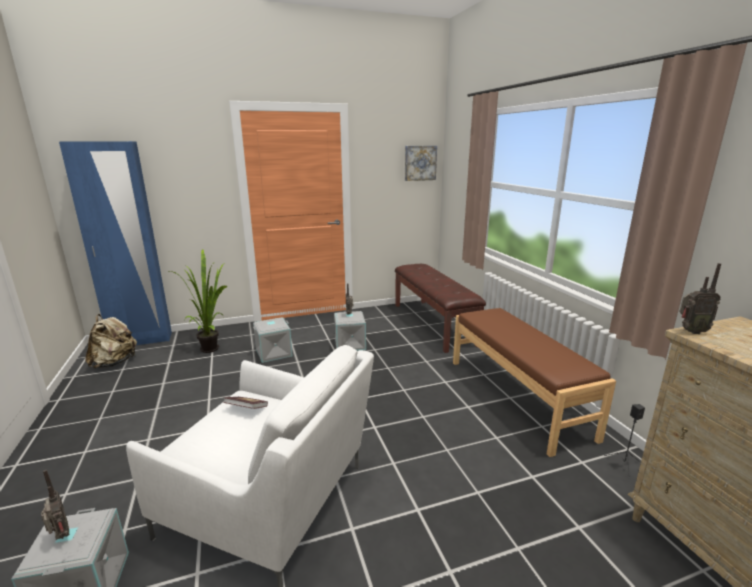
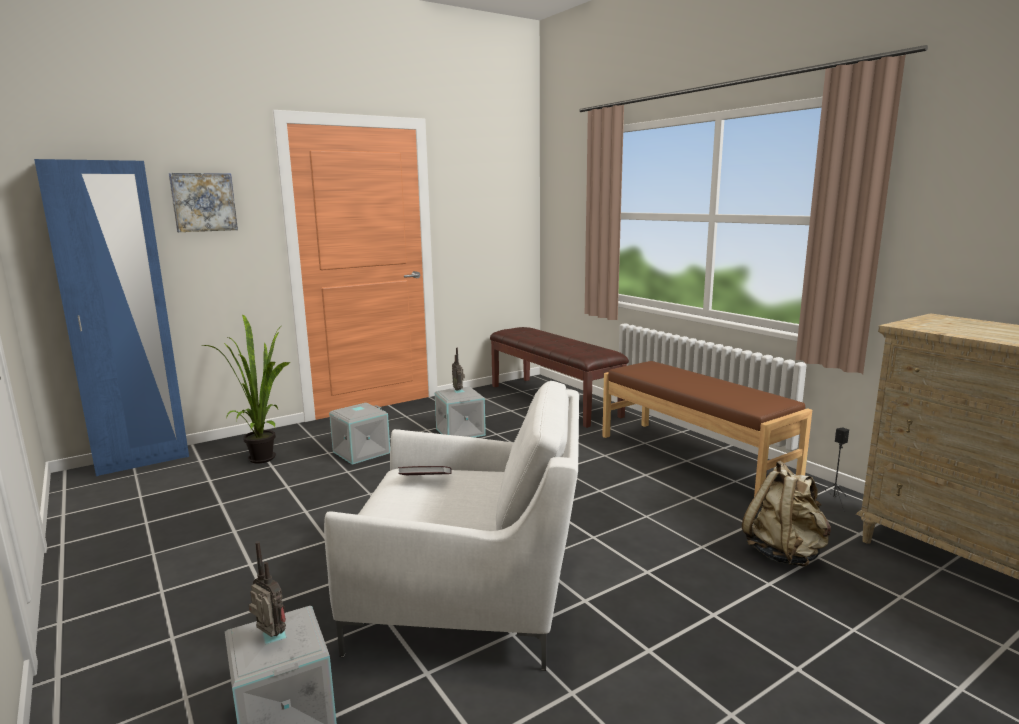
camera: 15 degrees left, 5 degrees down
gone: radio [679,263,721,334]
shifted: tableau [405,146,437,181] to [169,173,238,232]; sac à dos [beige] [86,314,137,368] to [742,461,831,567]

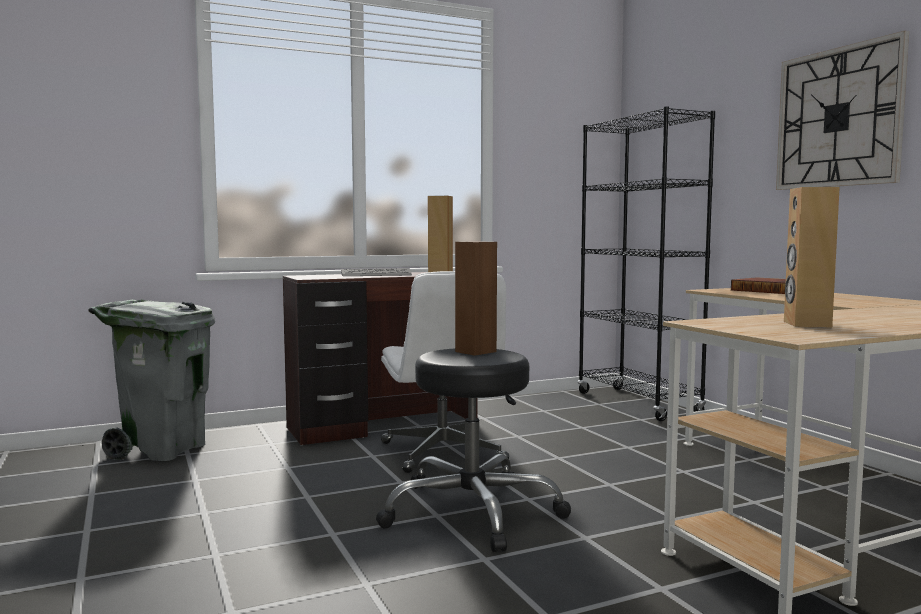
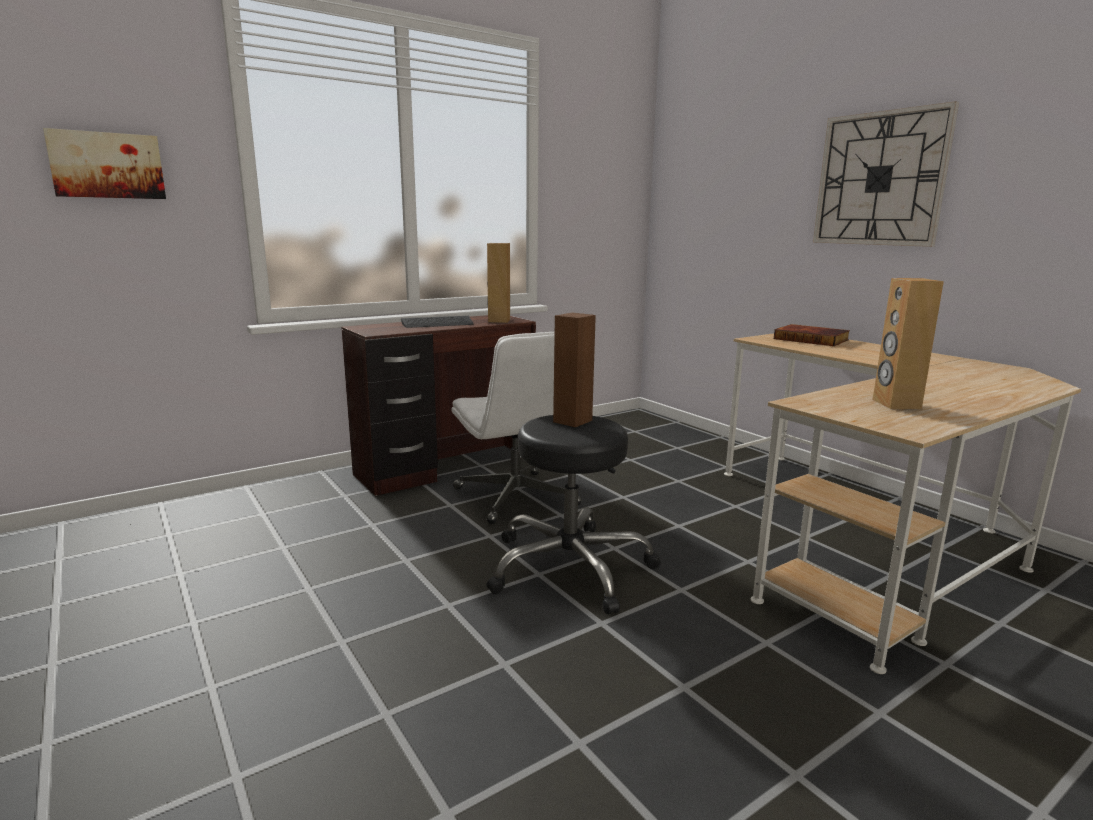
camera: 10 degrees left, 10 degrees up
gone: poubelle [gris] [88,299,215,461]; bibliothèque [noir] [578,106,715,421]
new: tableau [43,128,166,199]

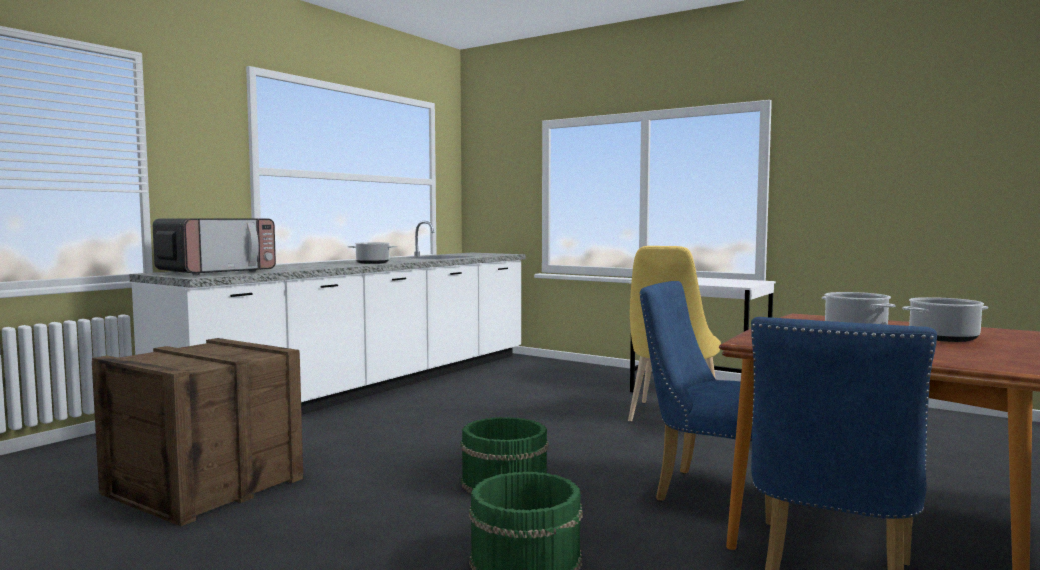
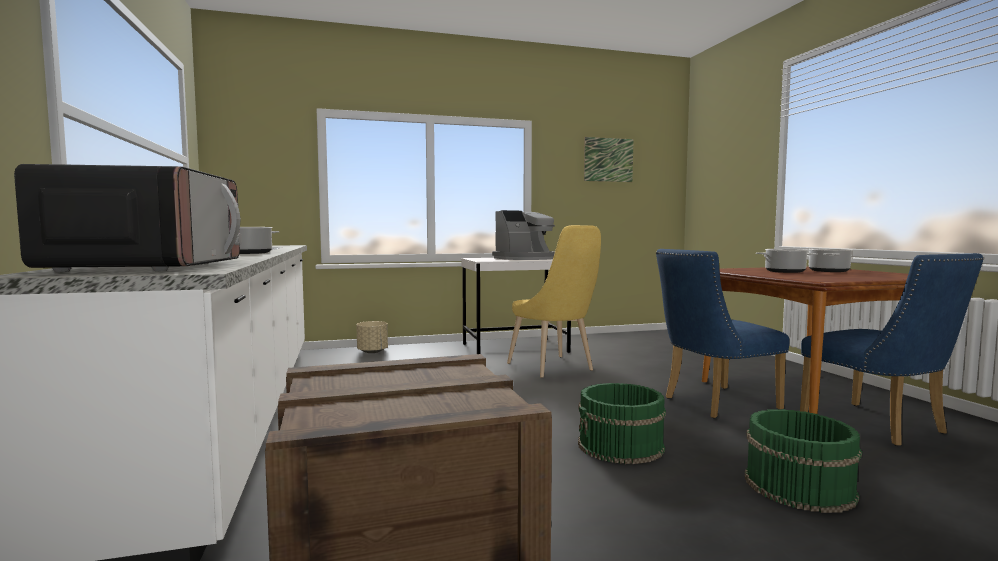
camera: 50 degrees left, 0 degrees up
new: cache-pot [beige] [356,321,388,353]; machine à café [492,210,555,260]; tableau [584,137,634,182]

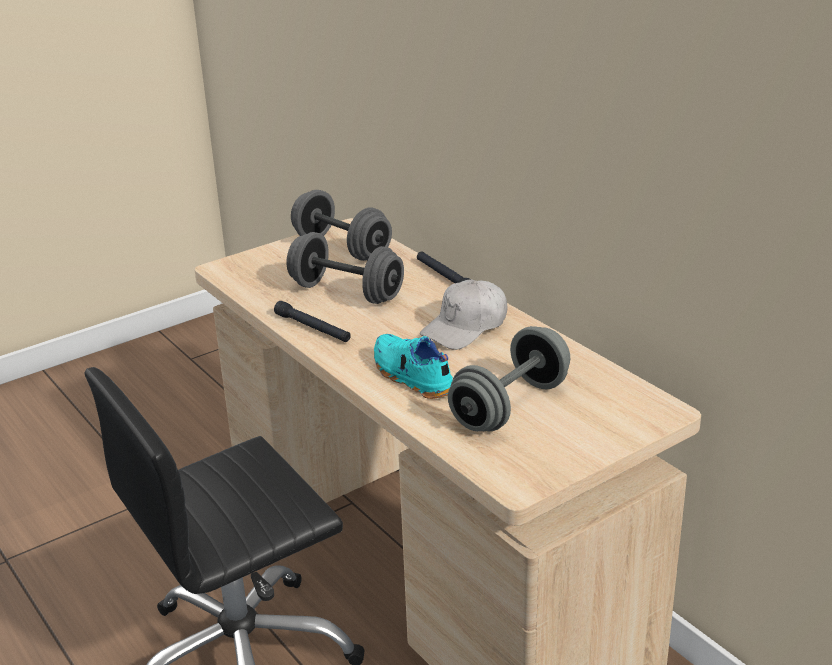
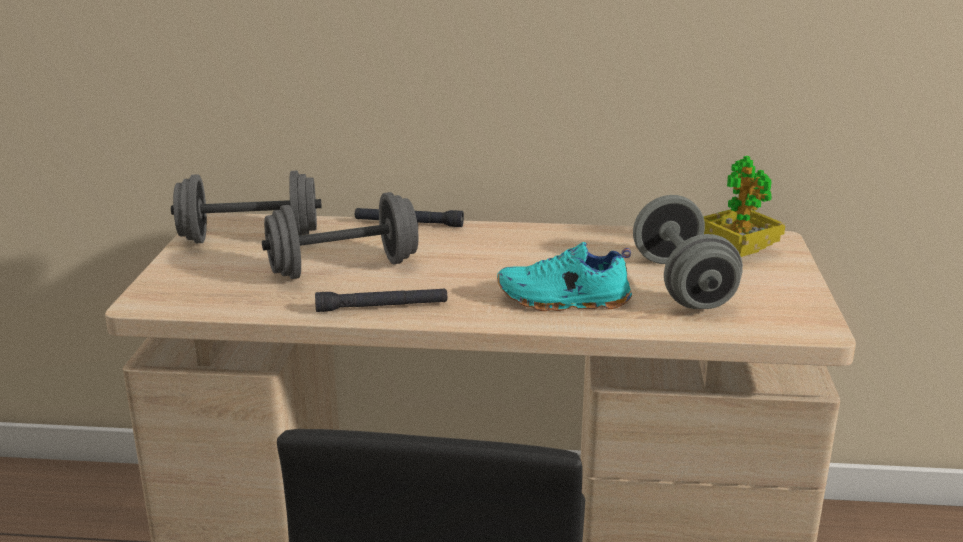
camera: 50 degrees left, 5 degrees down
gone: casquette [blanc] [420,280,507,350]
new: plante en pot [703,156,785,257]

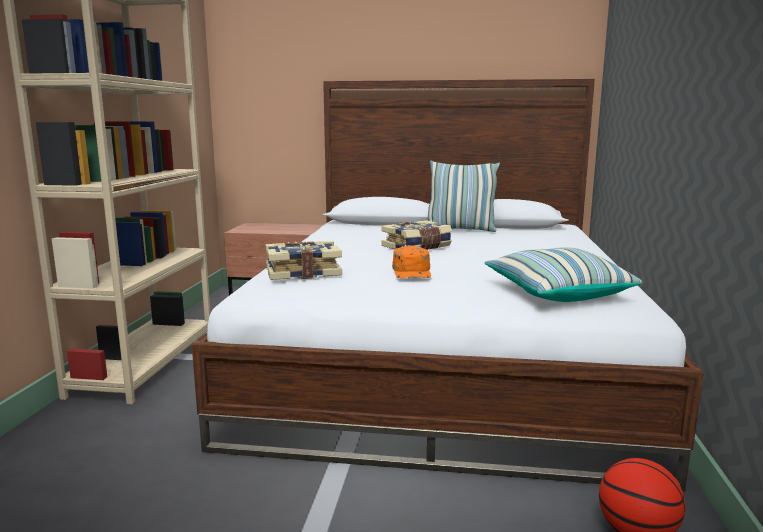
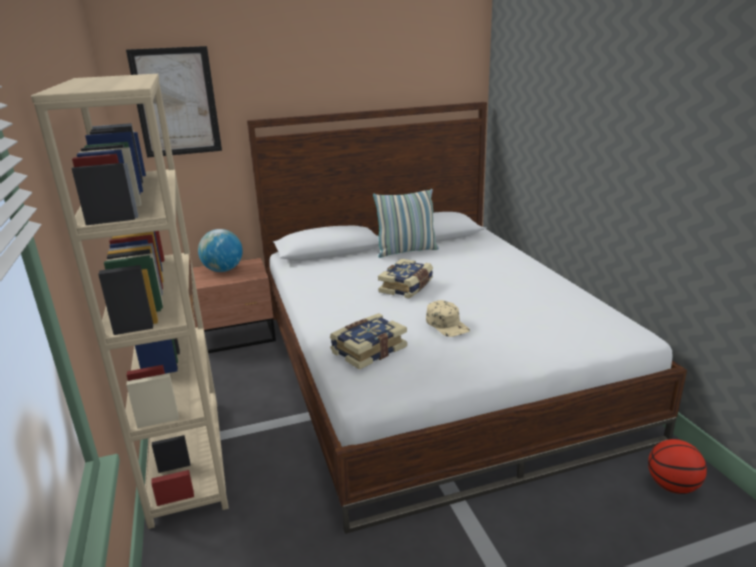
camera: 25 degrees left, 10 degrees up
gone: coussin [485,247,642,302]
new: tableau [126,46,222,158]; globe [198,229,243,272]
repainted: casquette [orange] [392,245,431,278] to casquette [beige] [426,300,470,337]

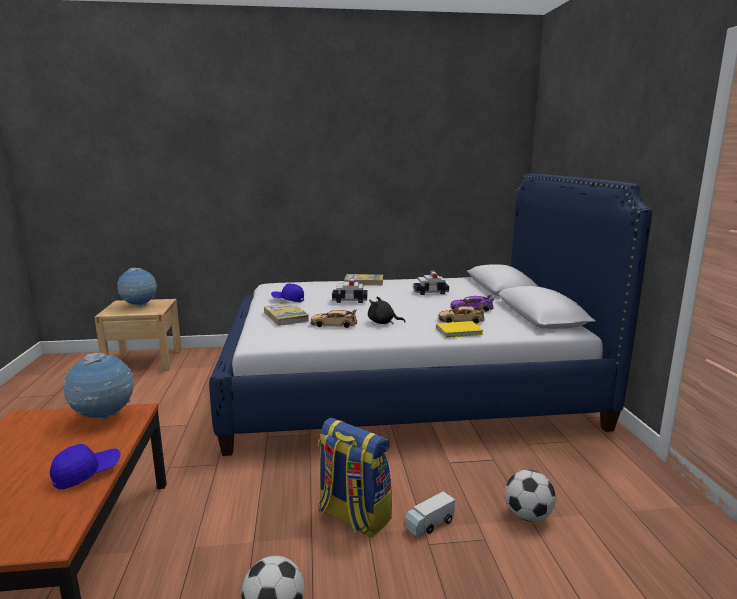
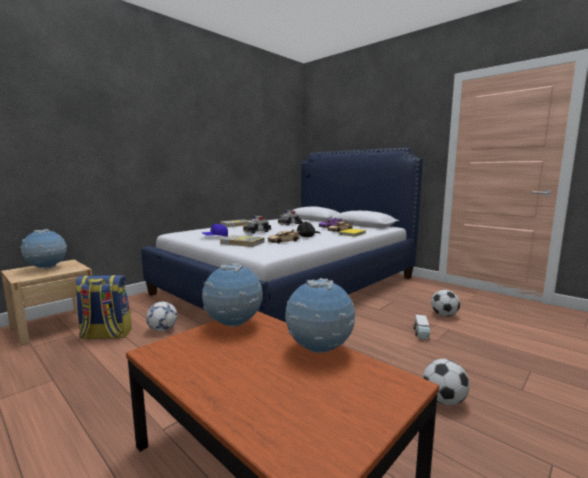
camera: 40 degrees left, 5 degrees down
new: ballon de foot [146,302,177,332]
shifted: sac à dos [319,418,392,538] to [75,275,132,339]
swapped: casquette [bleu] [50,444,120,489] to globe [285,278,355,353]

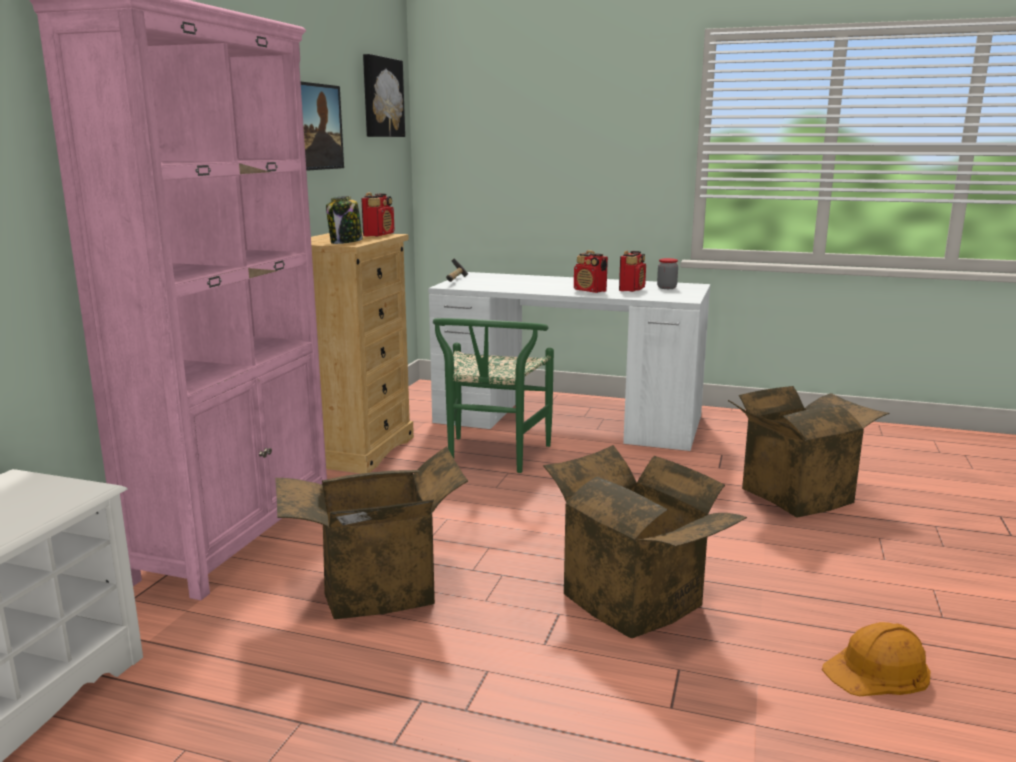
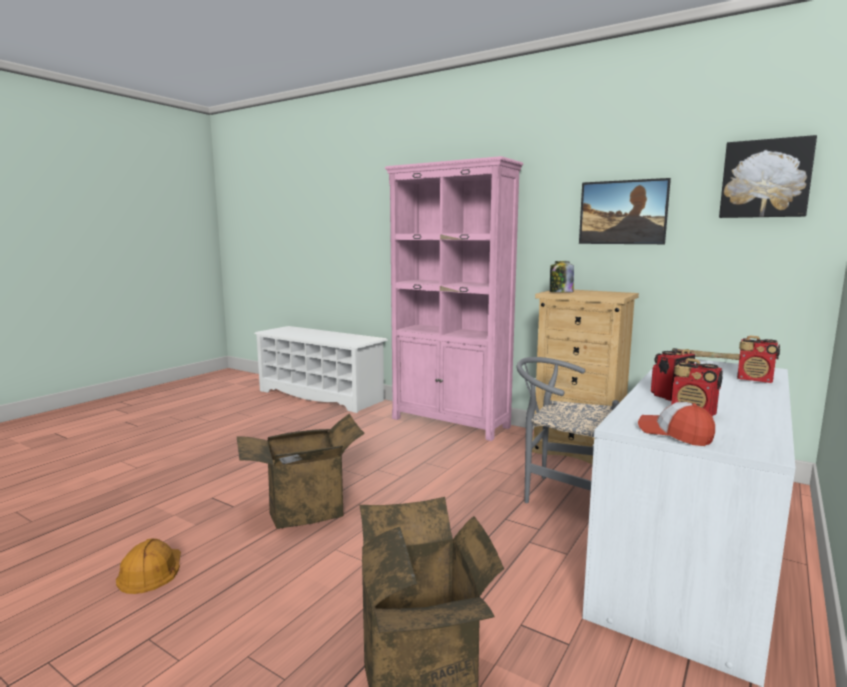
camera: 105 degrees right, 5 degrees down
gone: carton [275,446,468,619]; bocal [657,258,678,289]
new: casquette [638,402,715,446]
shifted: radio [361,192,394,237] to [737,336,780,383]
repainted: chaise [vert] [433,318,554,473] to chaise [gris] [517,357,619,503]

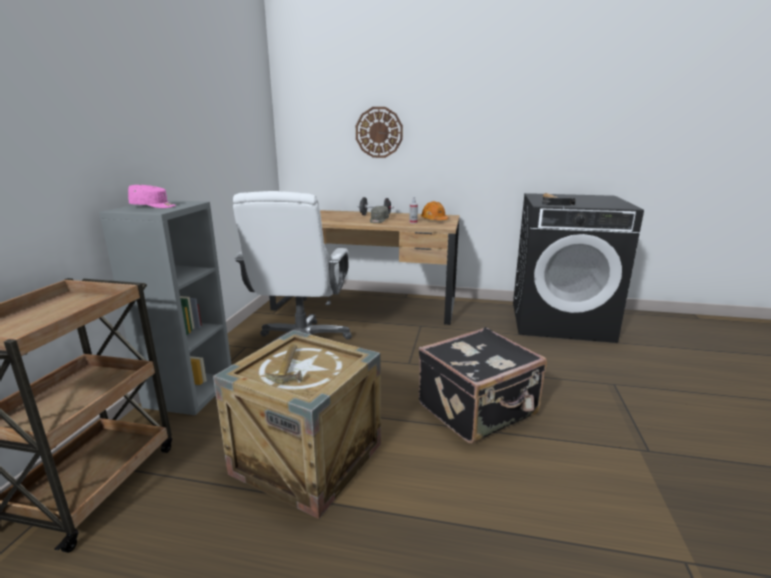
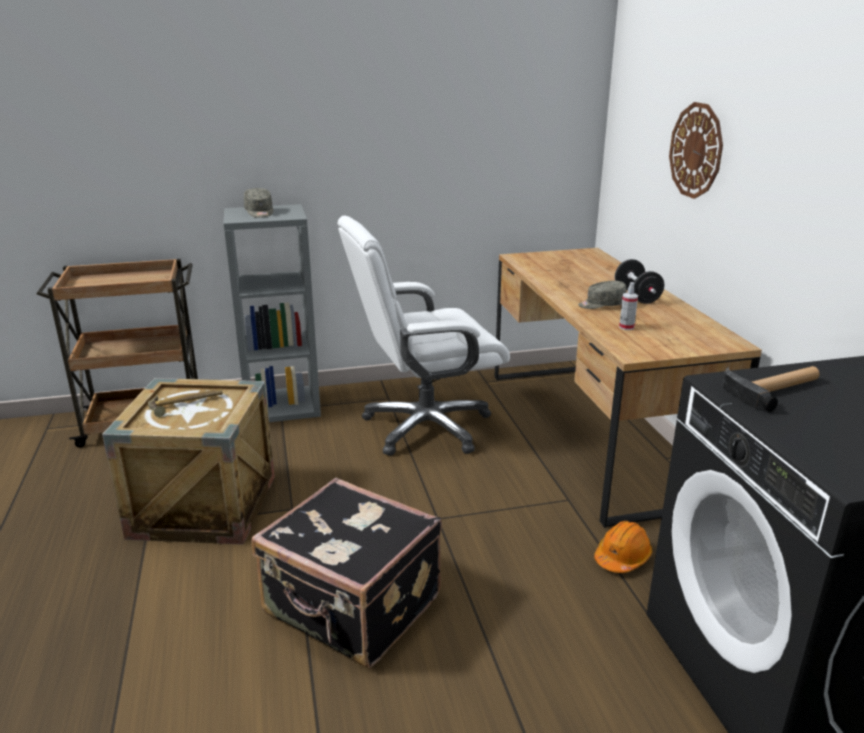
camera: 65 degrees right, 5 degrees up
shifted: casque de chantier [orange] [421,201,449,220] to [594,521,653,573]
repainted: casquette [rose] [128,185,176,208] to casquette [gris] [244,188,273,218]

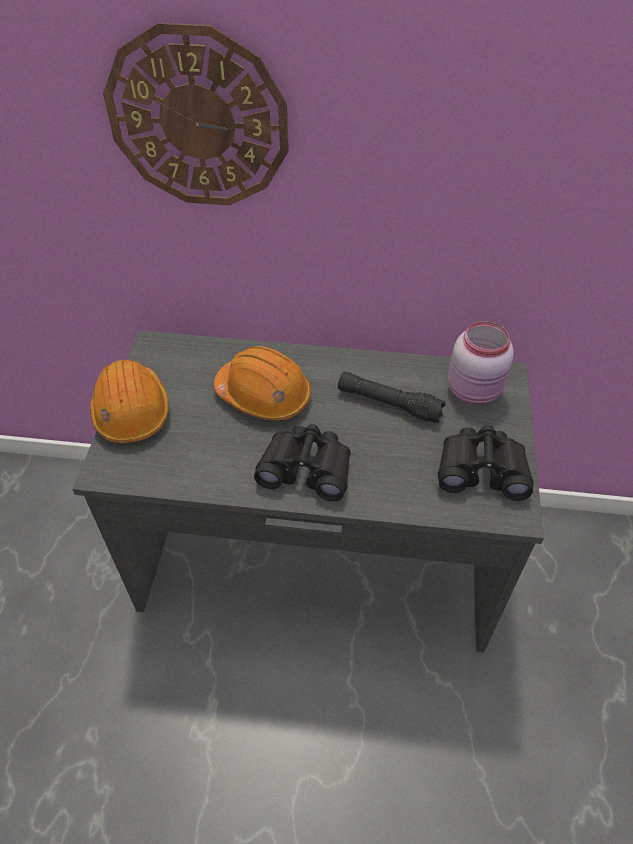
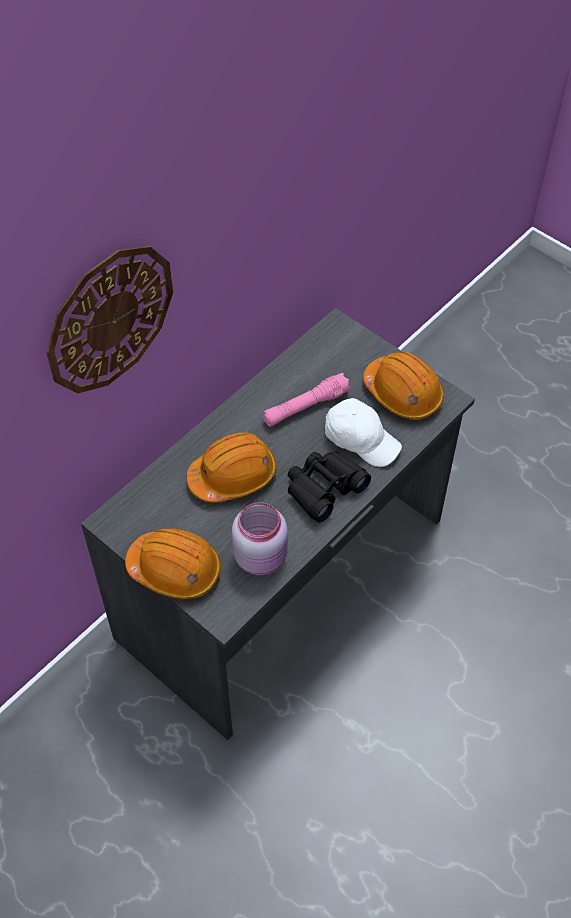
camera: 55 degrees left, 5 degrees up
new: casquette [blanc] [325,398,402,467]
shifted: bocal [rose] [448,321,514,405] to [232,502,288,575]
swapped: jumelles [noir] [438,425,534,501] to casque de chantier [orange] [363,351,444,420]
repainted: lampe de poche [noir] [338,371,446,423] to lampe de poche [rose] [263,373,351,427]

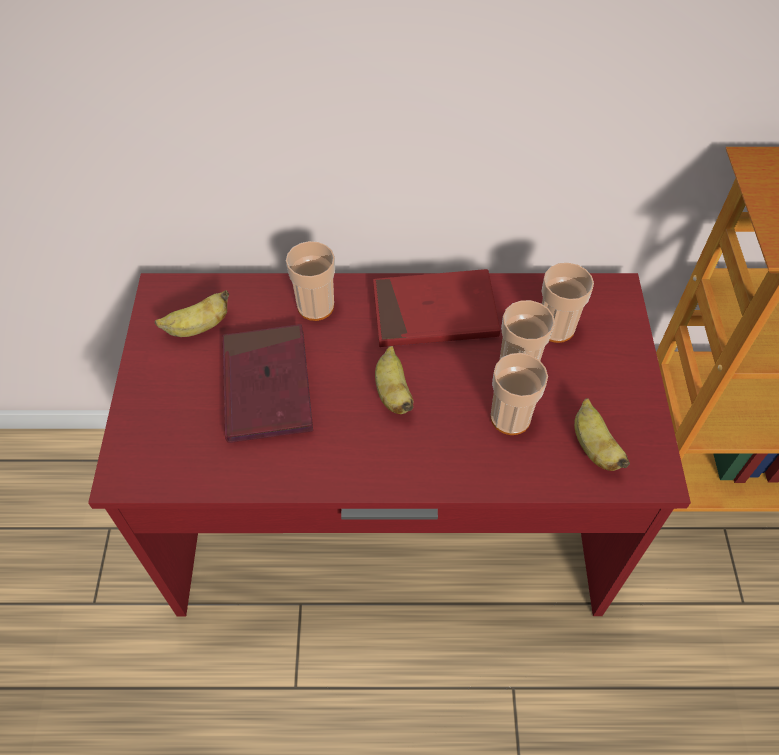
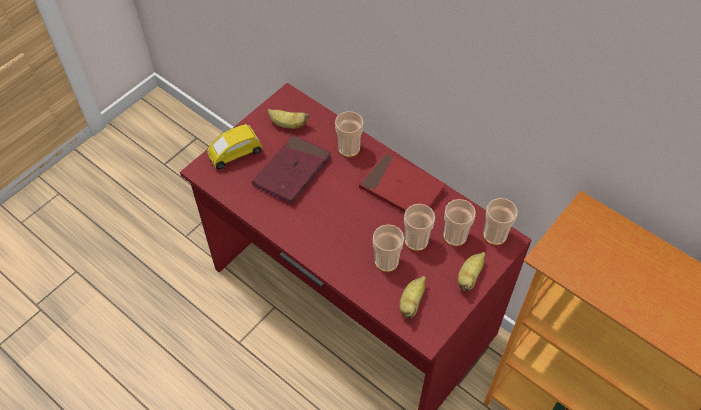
camera: 40 degrees right, 0 degrees up
new: petite voiture [jaune] [207,124,262,169]; tasse [483,198,518,246]
shifted: banane [375,346,413,414] to [458,252,486,291]

